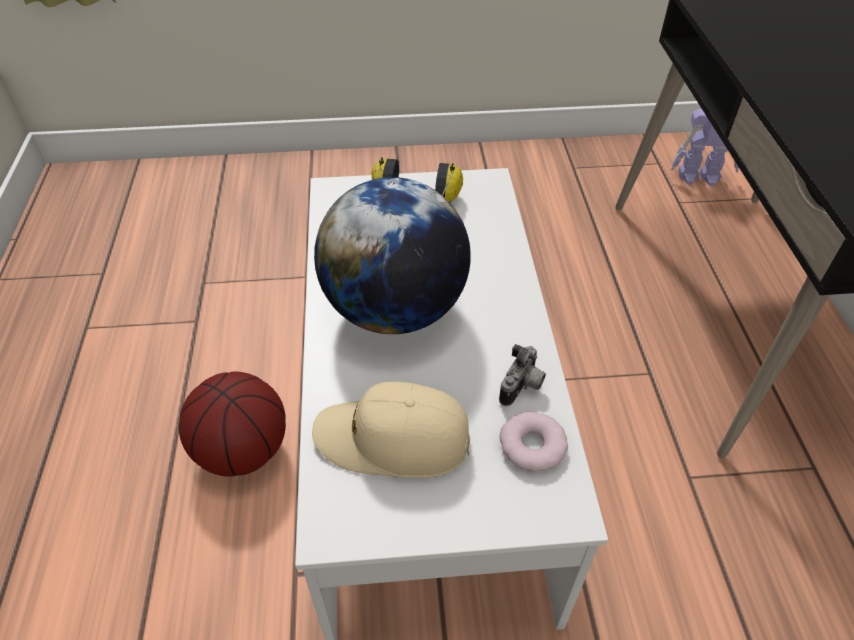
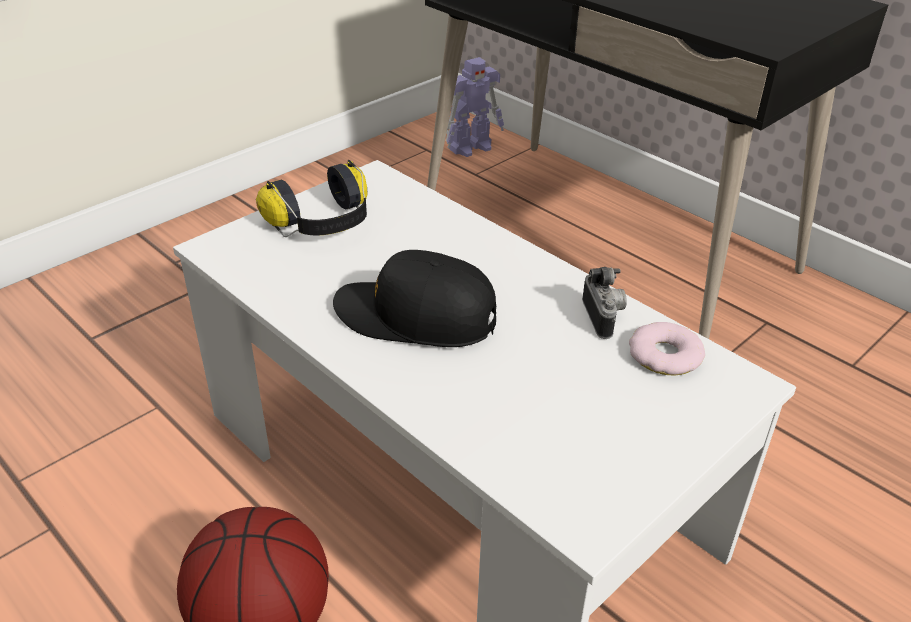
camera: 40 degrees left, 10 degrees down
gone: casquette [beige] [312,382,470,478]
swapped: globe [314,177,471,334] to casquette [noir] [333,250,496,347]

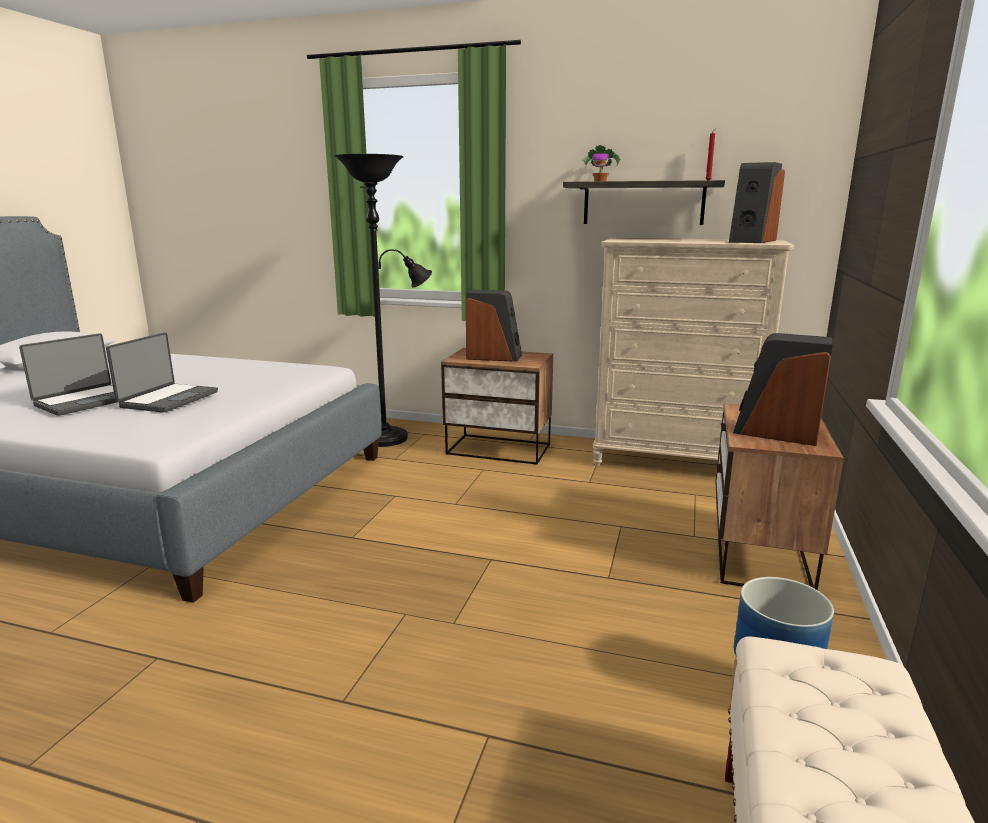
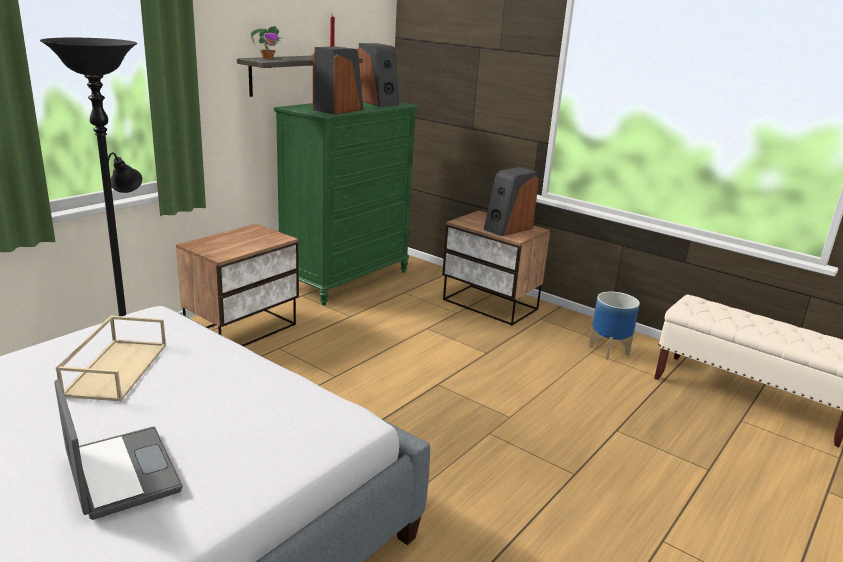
camera: 70 degrees left, 5 degrees up
gone: ordinateur portable [106,332,218,413]
new: plateau [beige] [56,315,166,402]
shifted: enceinte [466,290,522,362] to [313,46,364,115]
repainted: commode [beige] [593,238,794,466] to commode [vert] [274,102,418,305]

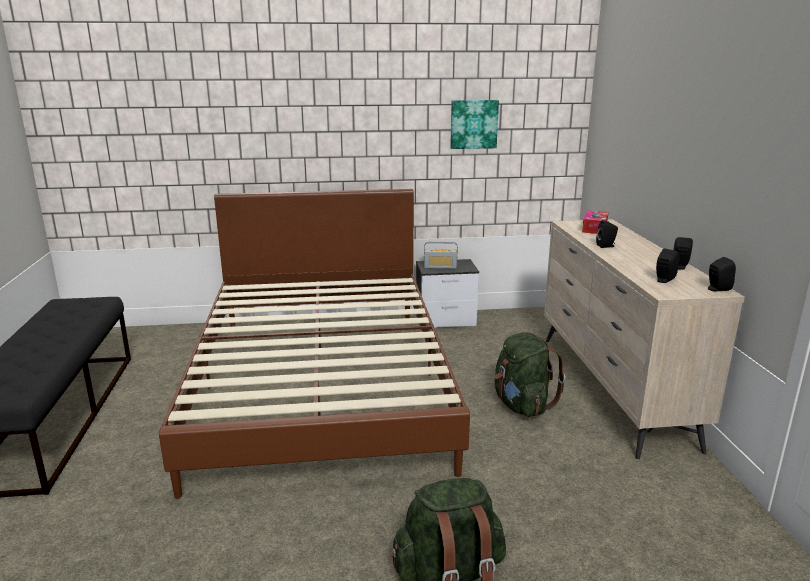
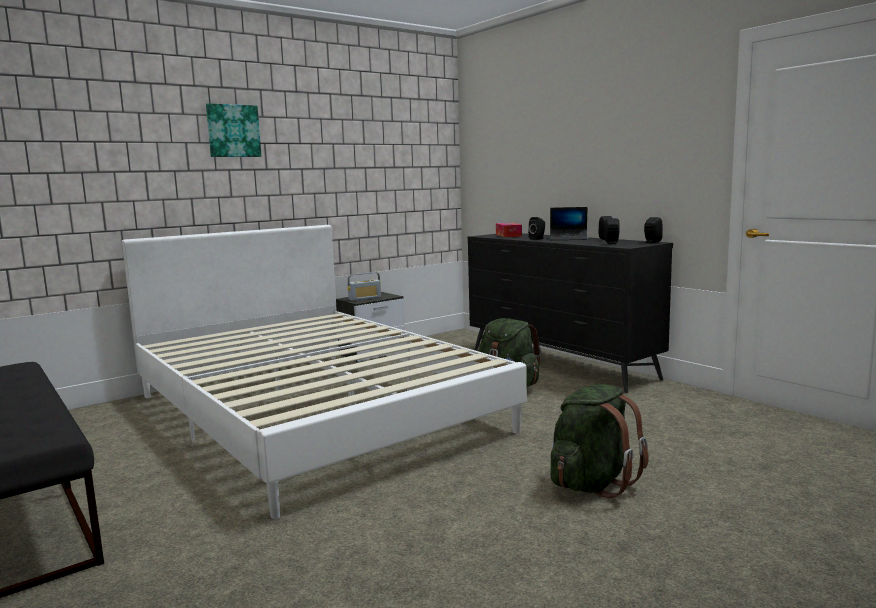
camera: 30 degrees left, 10 degrees down
new: ordinateur portable [550,207,588,240]
shifted: tableau [450,100,499,149] to [206,103,261,157]
repainted: lit [marron] [159,189,470,499] to lit [blanc] [122,225,527,519]; commode [beige] [544,219,745,459] to commode [noir] [468,233,673,393]

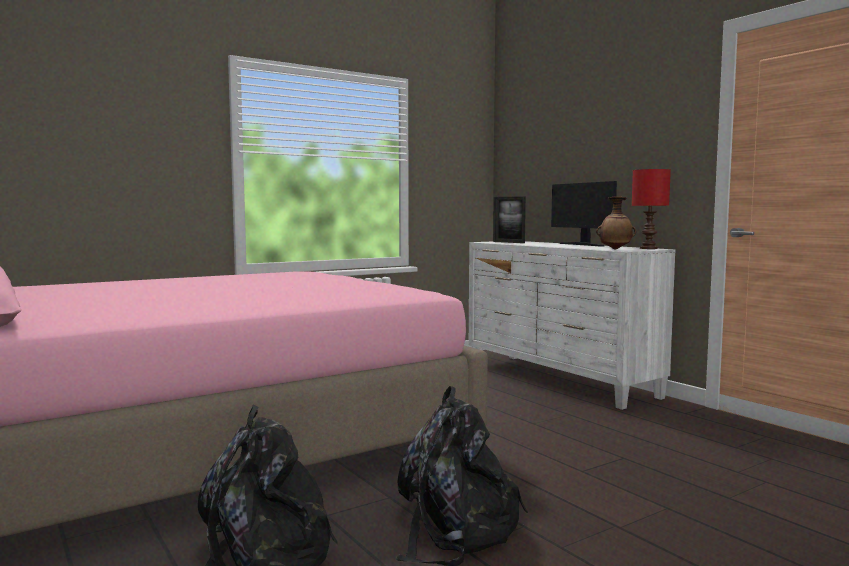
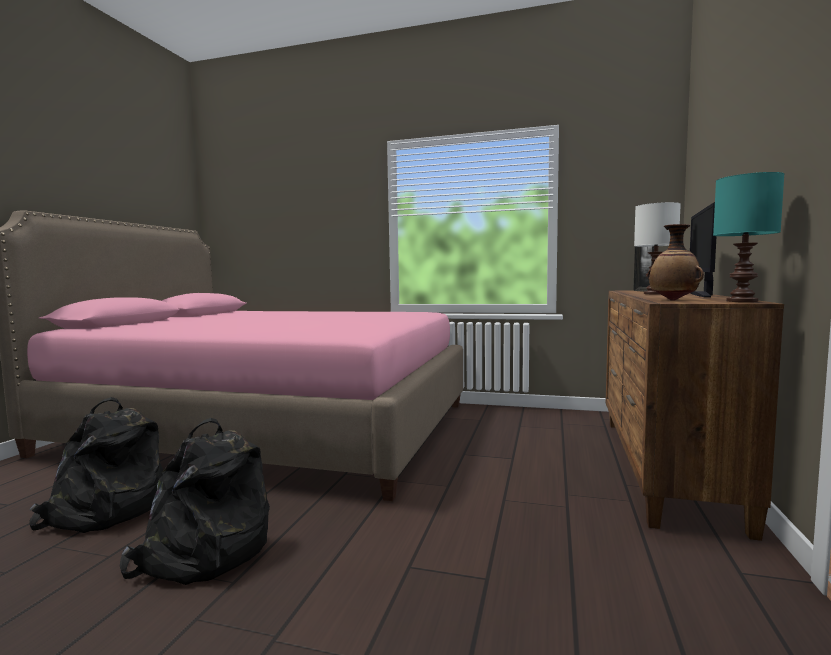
camera: 50 degrees right, 0 degrees up
new: lampe de table [blanc] [634,202,681,294]
repainted: commode [blanc] [469,241,675,410] to commode [marron] [606,290,784,541]; lampe de table [rouge] [632,169,671,249] to lampe de table [turquoise] [713,172,785,302]

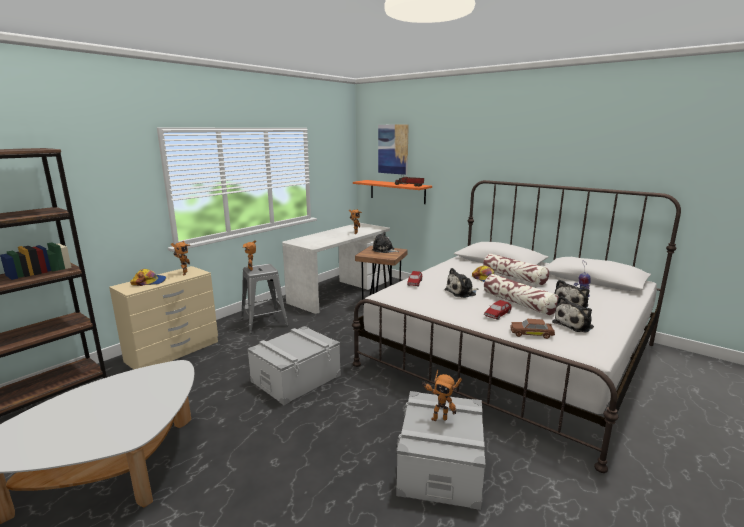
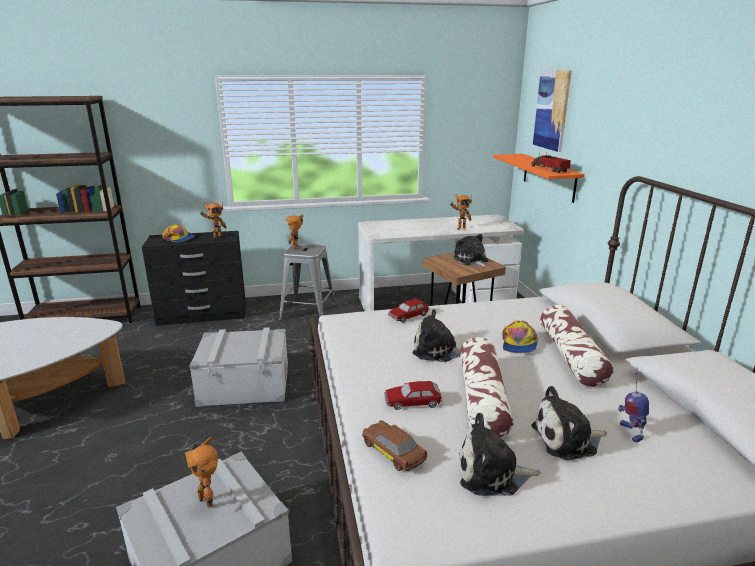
camera: 40 degrees right, 5 degrees up
repainted: commode [beige] [109,266,218,369] to commode [noir] [142,231,246,326]

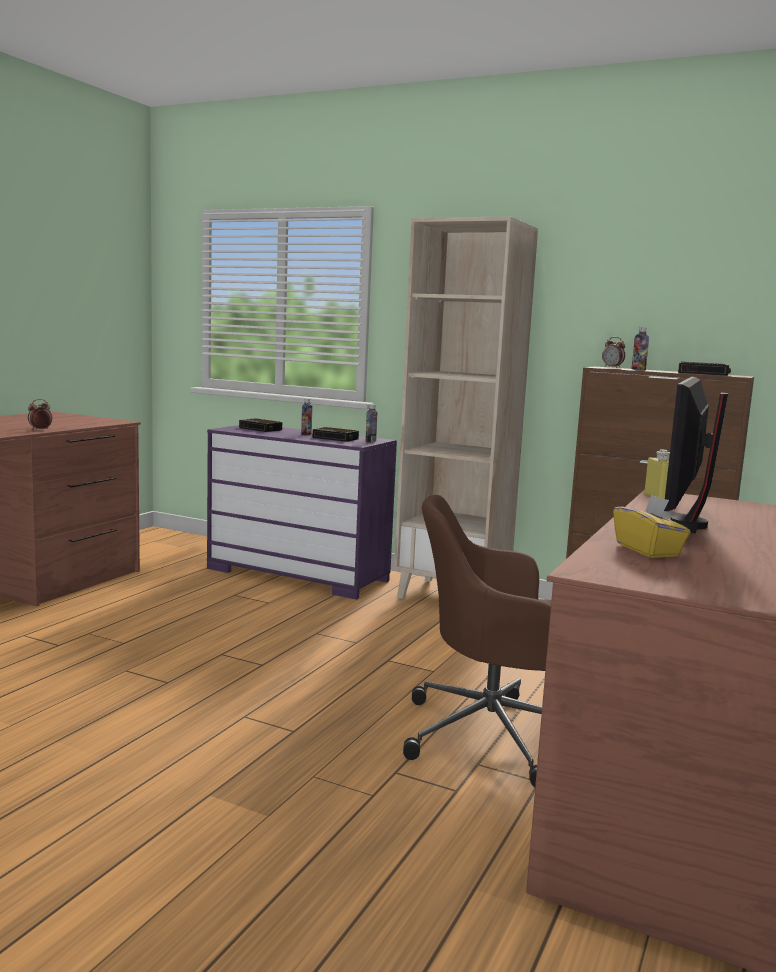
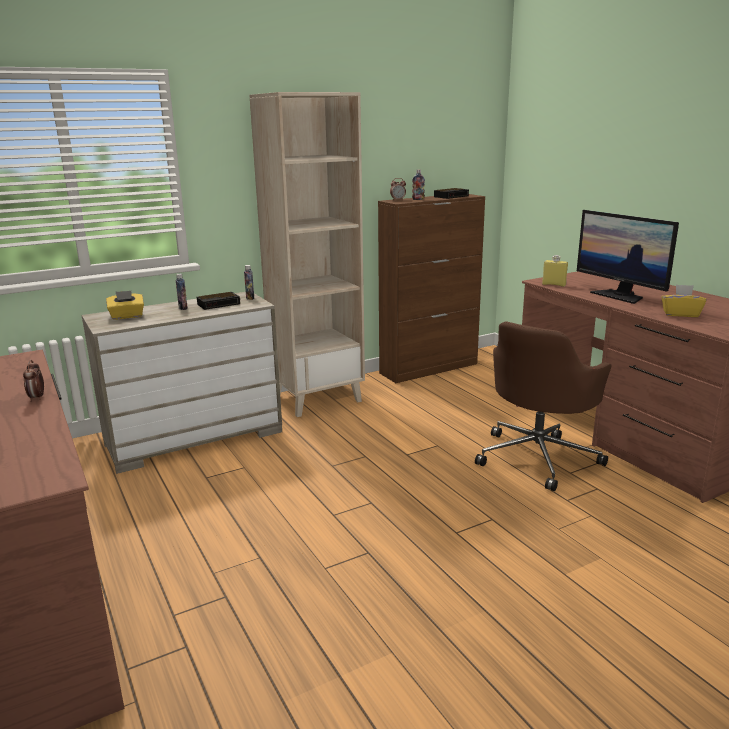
camera: 55 degrees left, 10 degrees up
swapped: réveil [239,418,282,432] to boîte à mouchoirs [jaune] [106,291,144,320]
repainted: commode [violet] [207,425,397,600] to commode [beige] [82,292,282,474]

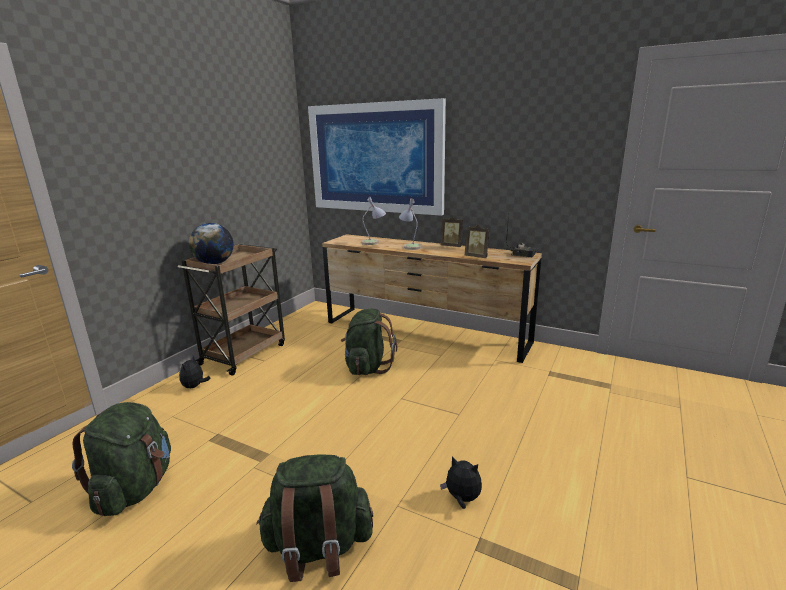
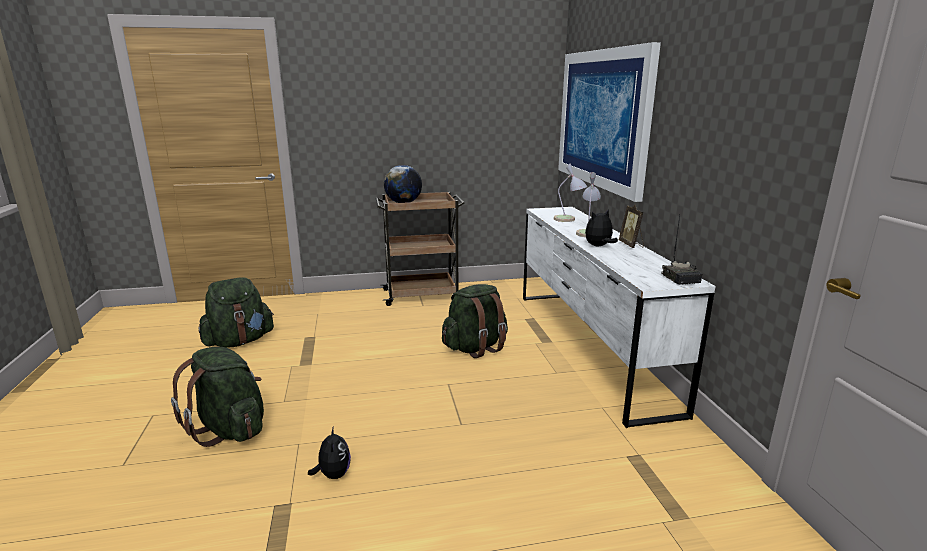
camera: 50 degrees right, 0 degrees up
gone: cadre photo [465,224,490,258]
shifted: peluche [179,356,210,388] to [585,209,618,246]
repainted: commode [marron] [322,234,542,363] to commode [blanc] [523,207,715,428]

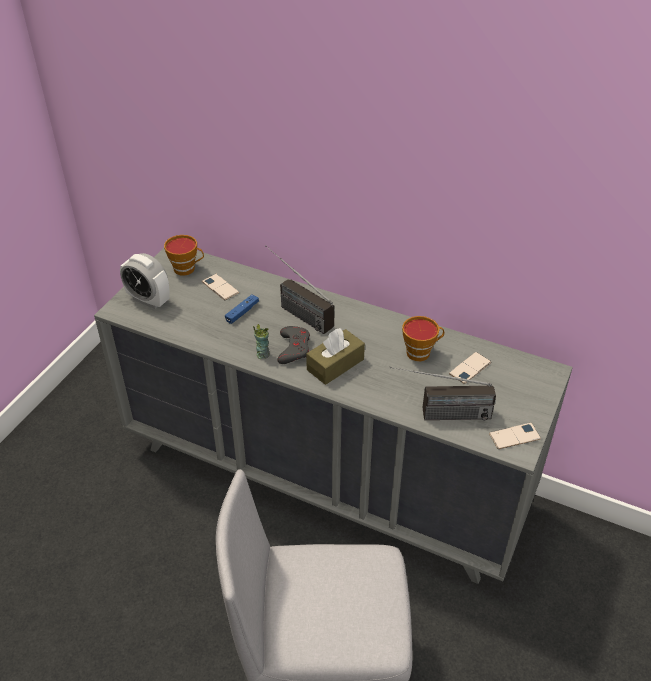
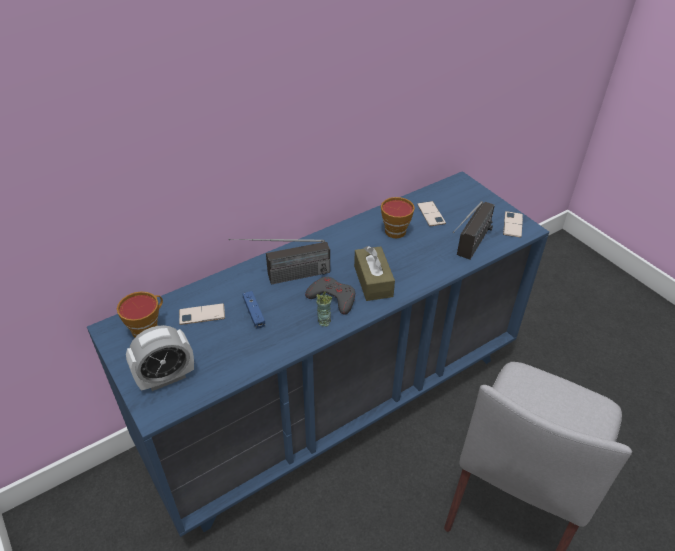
camera: 60 degrees left, 0 degrees up
repainted: commode [gris] [94,248,573,584] to commode [bleu] [87,171,549,537]

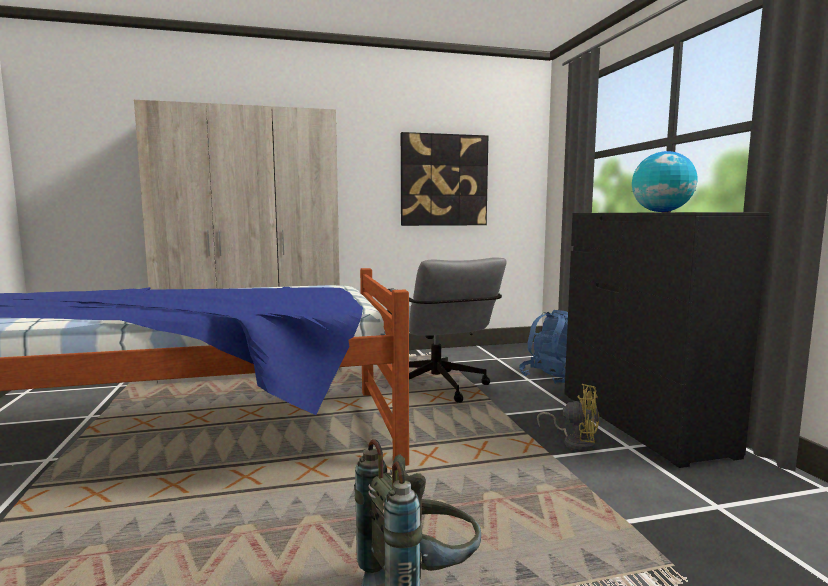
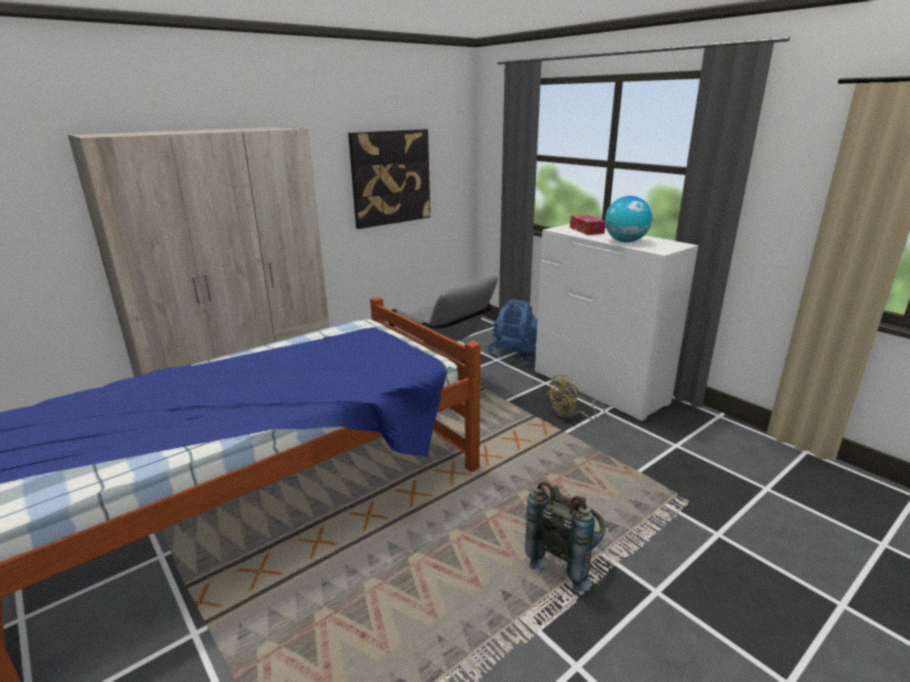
camera: 25 degrees left, 15 degrees up
new: boîte à mouchoirs [570,215,605,235]
repainted: commode [noir] [564,212,770,468] to commode [blanc] [535,224,698,421]
rotated: ventilateur [jaune] [537,384,599,451] = [546,374,605,420] 150 degrees clockwise

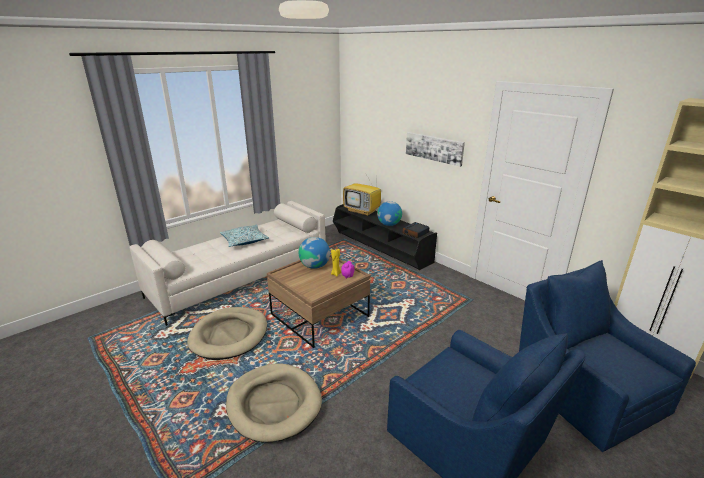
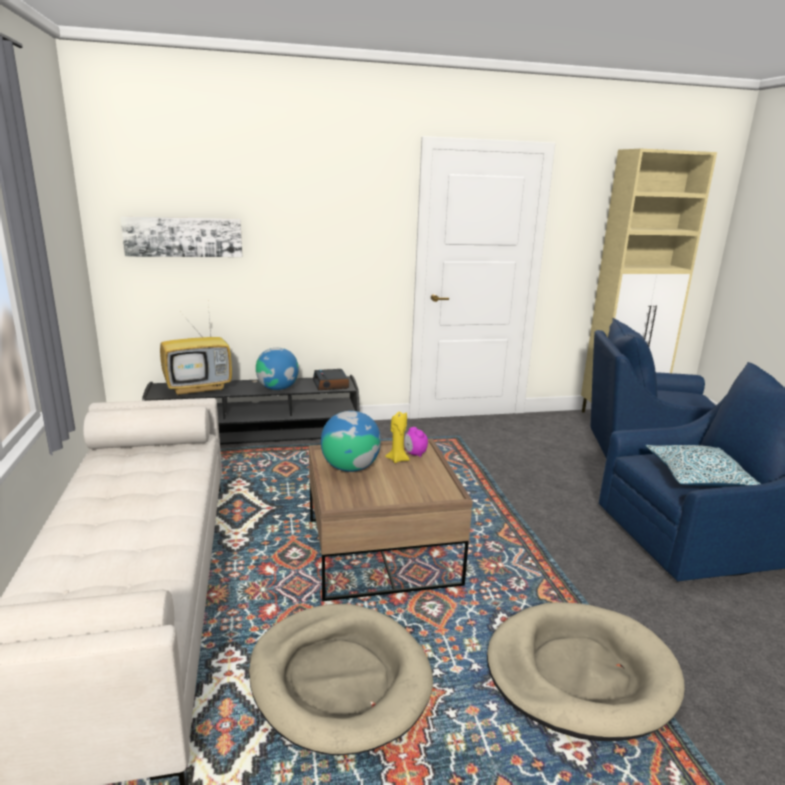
camera: 60 degrees left, 5 degrees down
shifted: tableau [406,132,465,167] to [120,217,242,257]; coussin [220,225,269,247] to [646,445,761,487]

